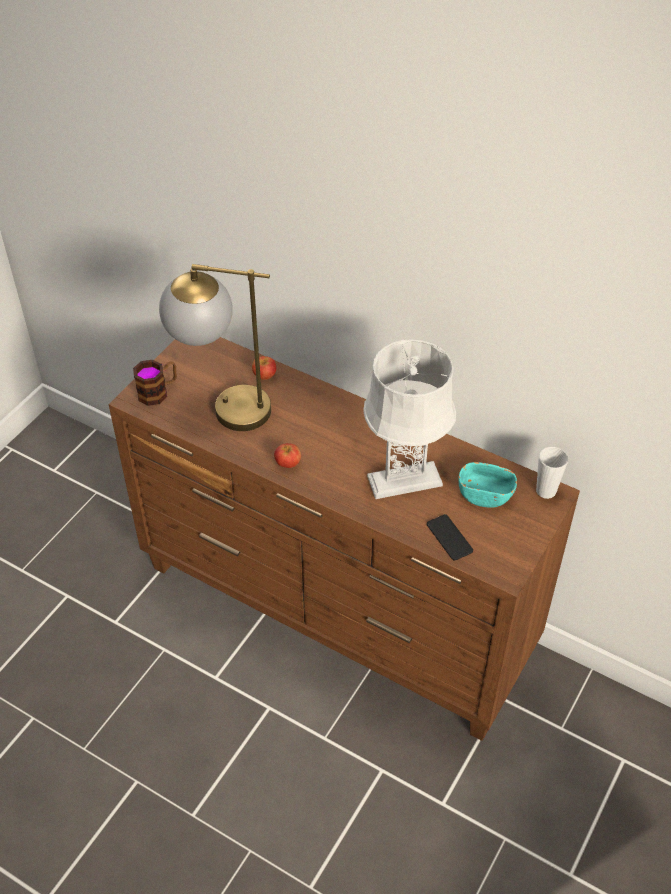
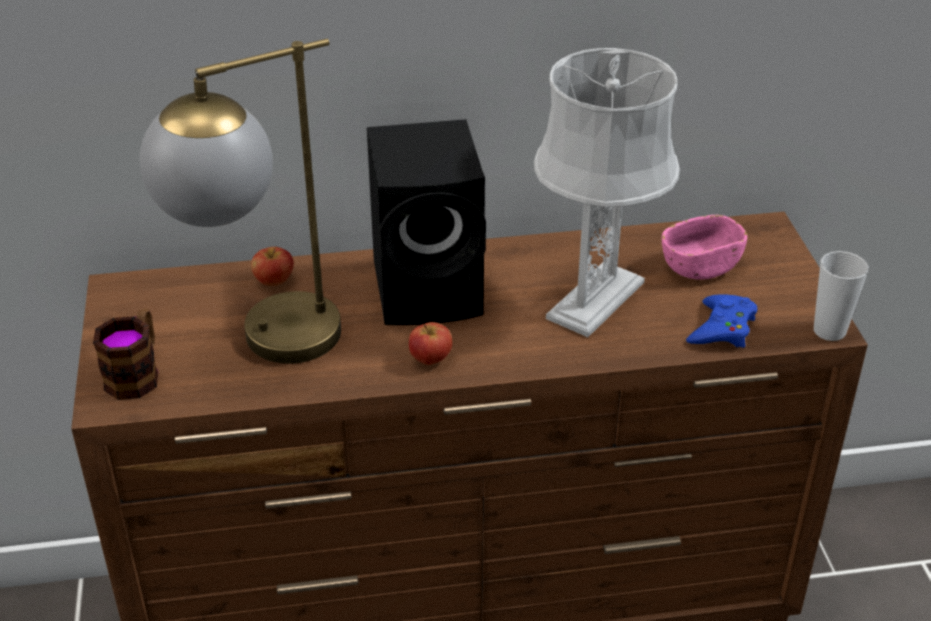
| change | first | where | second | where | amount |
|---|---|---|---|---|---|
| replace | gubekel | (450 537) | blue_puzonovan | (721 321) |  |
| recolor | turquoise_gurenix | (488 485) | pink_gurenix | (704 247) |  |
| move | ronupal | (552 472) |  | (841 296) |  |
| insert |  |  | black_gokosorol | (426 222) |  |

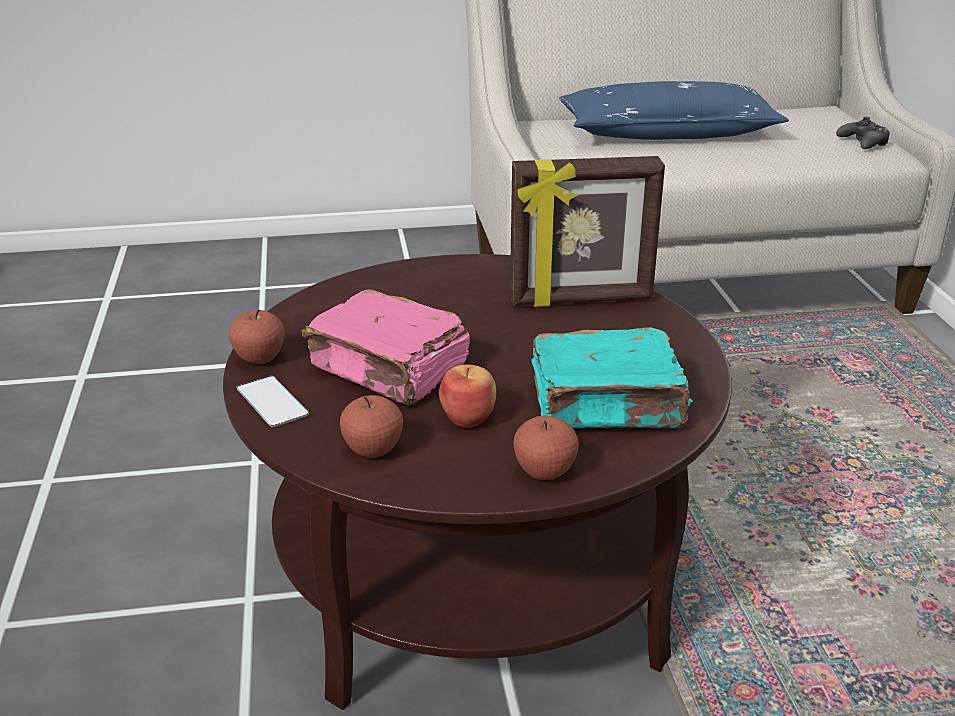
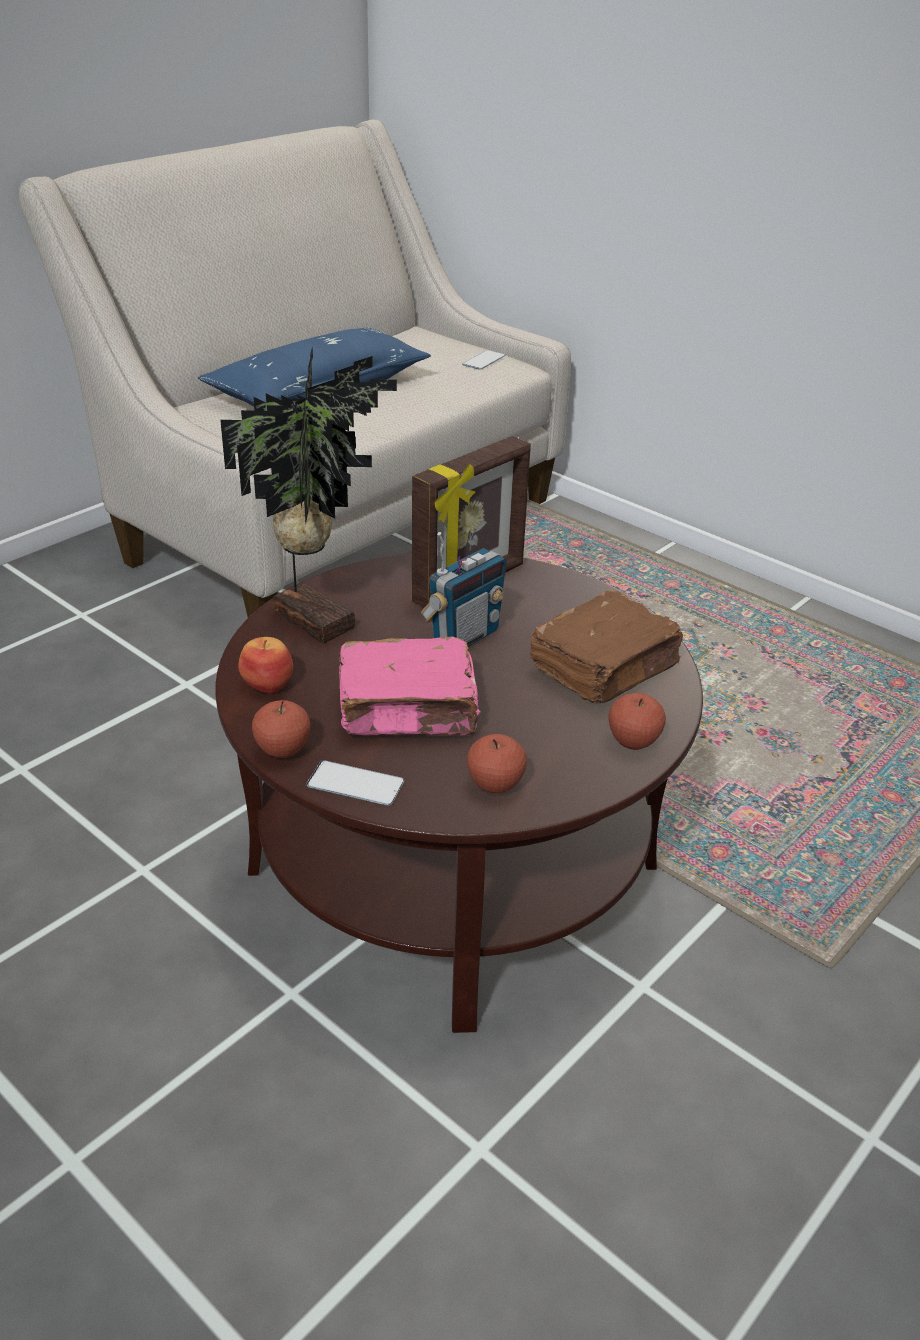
| change | first | where | second | where | amount |
|---|---|---|---|---|---|
| move | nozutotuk | (467 396) |  | (265 665) |  |
| recolor | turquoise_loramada | (612 377) | brown_loramada | (606 647) |  |
| replace | black_puzonovan | (863 133) | gubekel | (483 360) |  |
| insert |  |  | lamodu | (308 495) |  |
| insert |  |  | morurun | (464 589) |  |

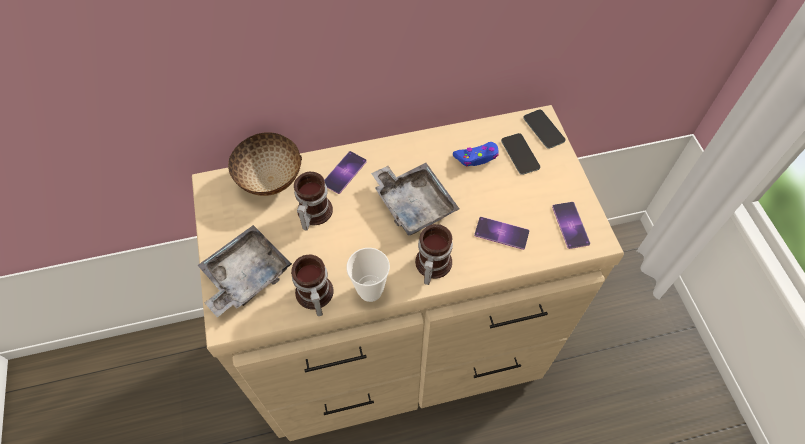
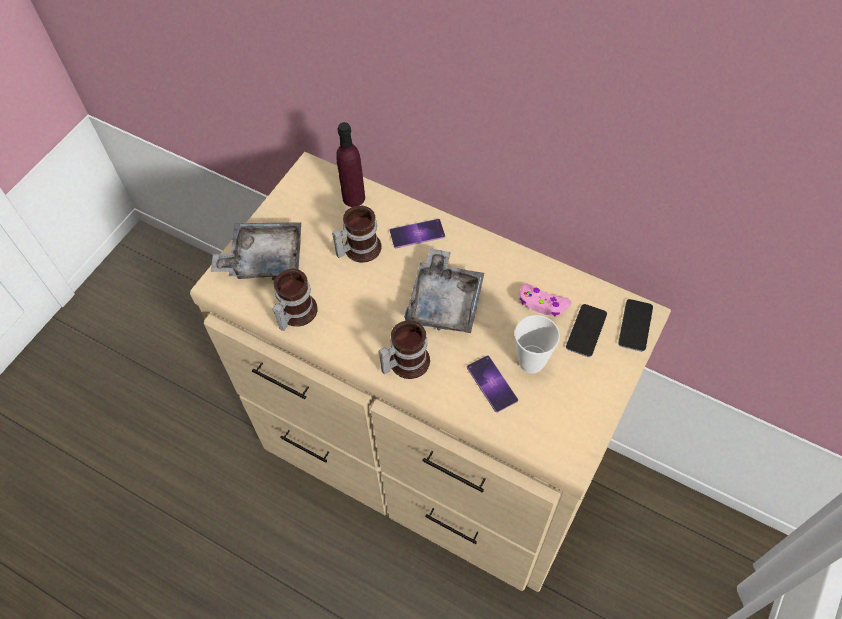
| change | first | where | second | where | amount |
|---|---|---|---|---|---|
| replace | gurenix | (265 164) | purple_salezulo | (350 164) |  |
| move | ronupal | (368 275) |  | (537 344) |  |
| recolor | blue_puzonovan | (476 154) | pink_puzonovan | (545 300) |  |
| delete | gubekel | (571 225) |  |  |  |

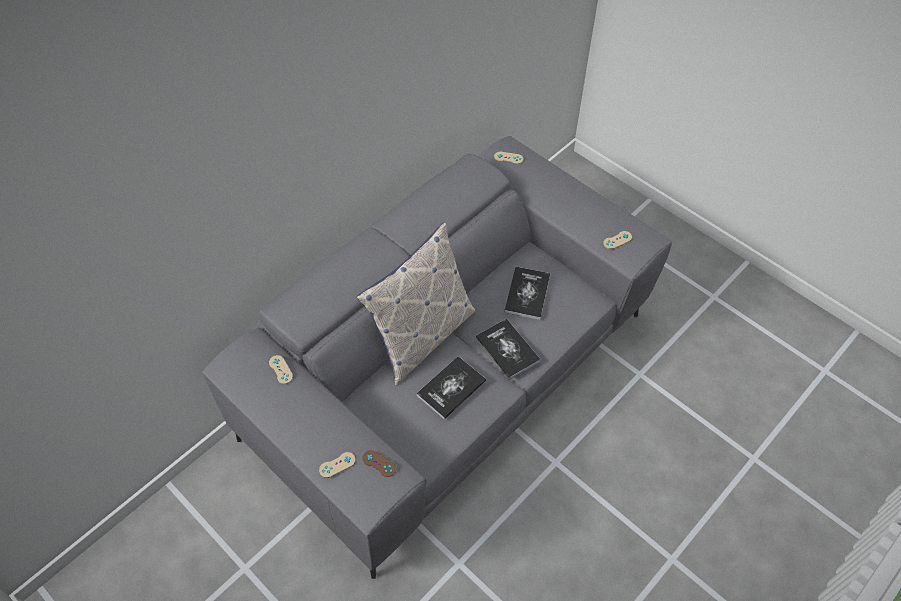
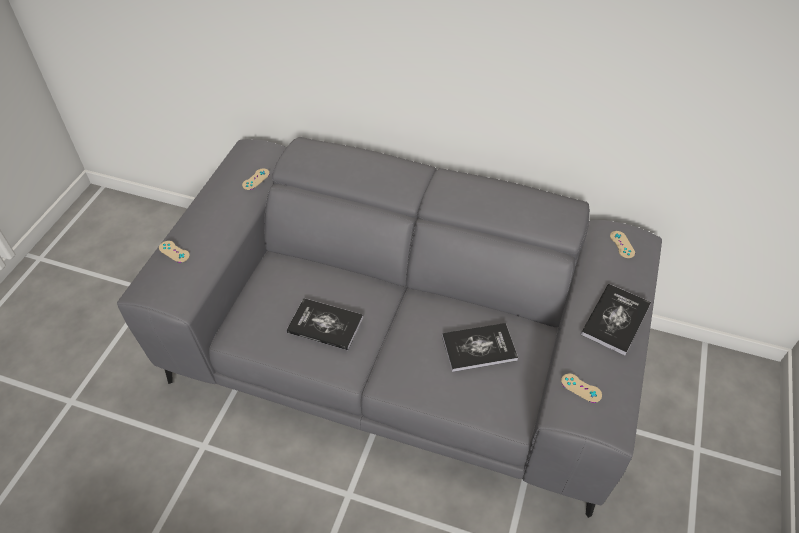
| change | first | where | second | where | amount |
|---|---|---|---|---|---|
| delete | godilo | (415 304) |  |  |  |
| delete | brown_puzonovan | (379 463) |  |  |  |
| move | loramada | (508 349) |  | (616 319) |  |

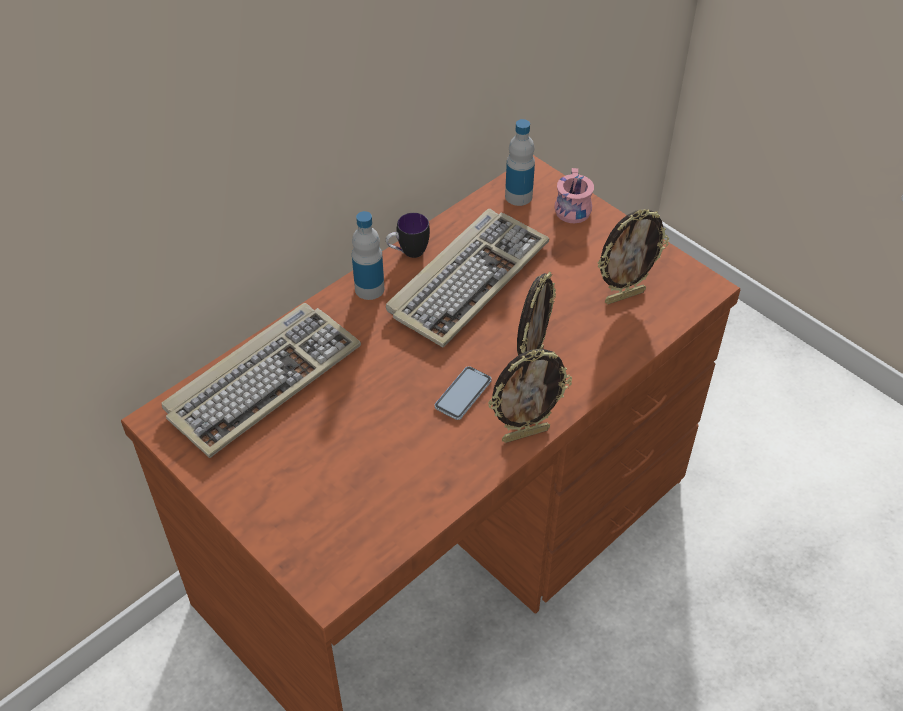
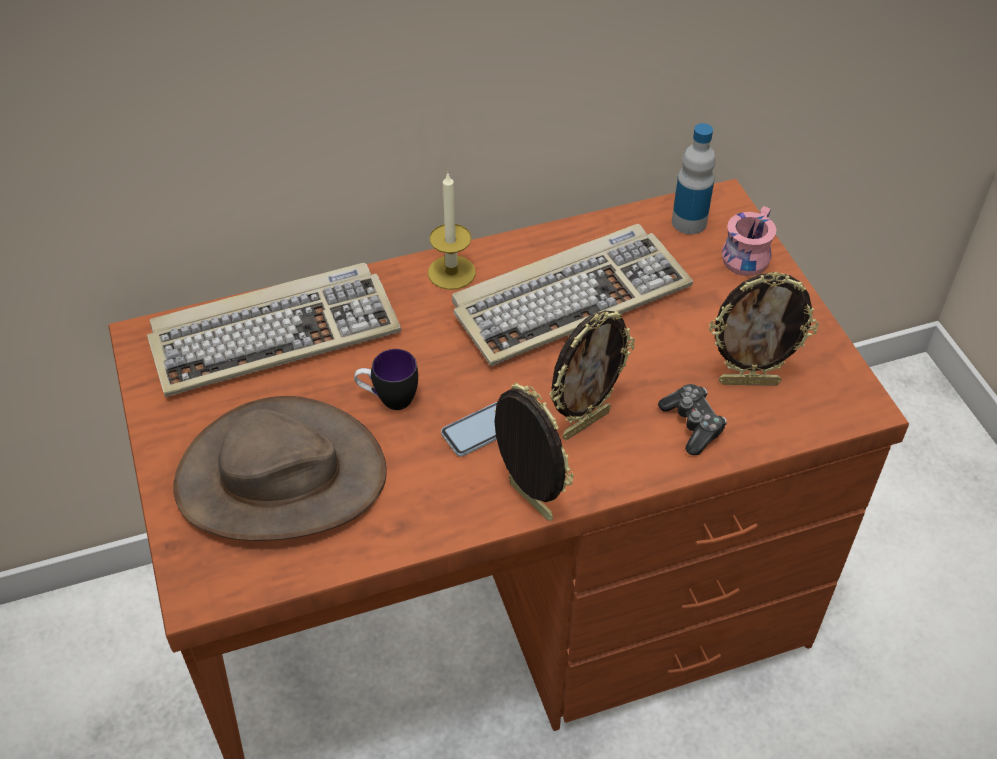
| change | first | where | second | where | amount |
|---|---|---|---|---|---|
| replace | salezulo | (368 255) | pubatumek | (452 231) |  |
| move | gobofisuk | (408 235) |  | (386 379) |  |
| rotate | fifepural | (530 396) |  | (534 451) | 135 degrees counterclockwise |
| insert |  |  | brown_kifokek | (280 468) |  |
| insert |  |  | puzonovan | (692 419) |  |

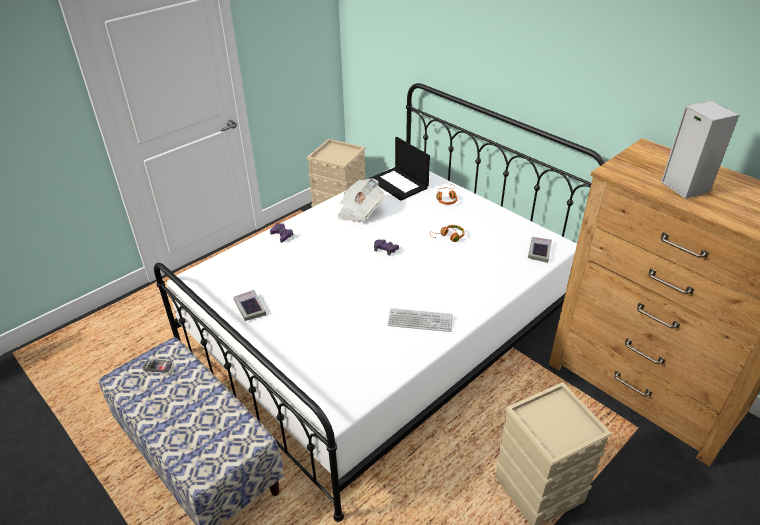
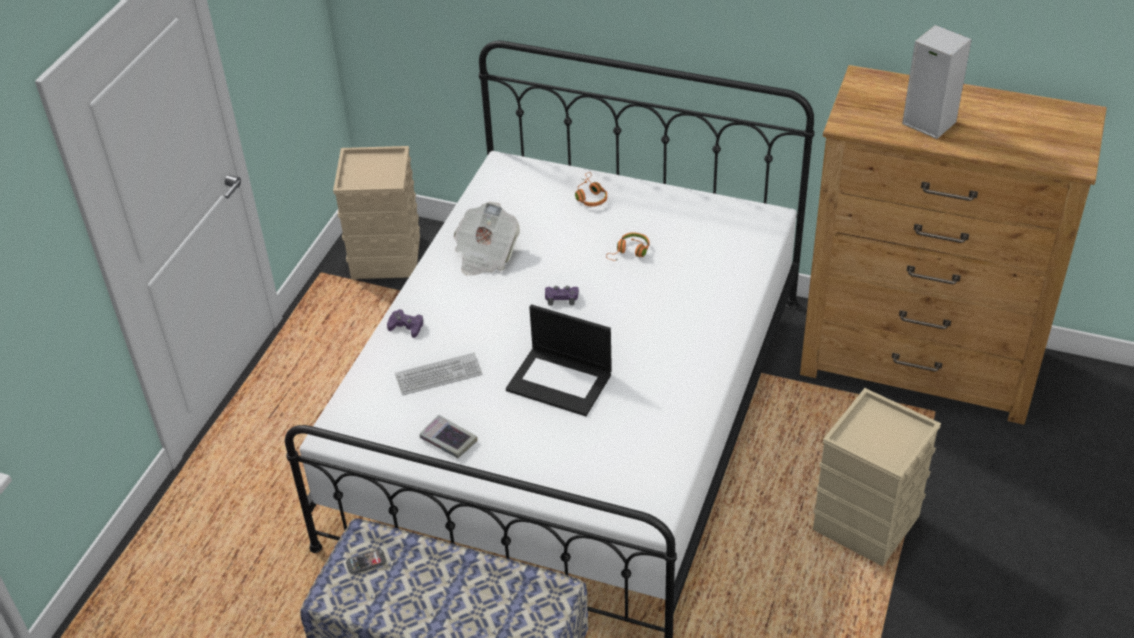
| change | first | where | second | where | amount |
|---|---|---|---|---|---|
| move | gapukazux | (399 169) |  | (559 360) |  |
| move | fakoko | (420 320) |  | (438 374) |  |
| delete | loramada | (540 250) |  |  |  |

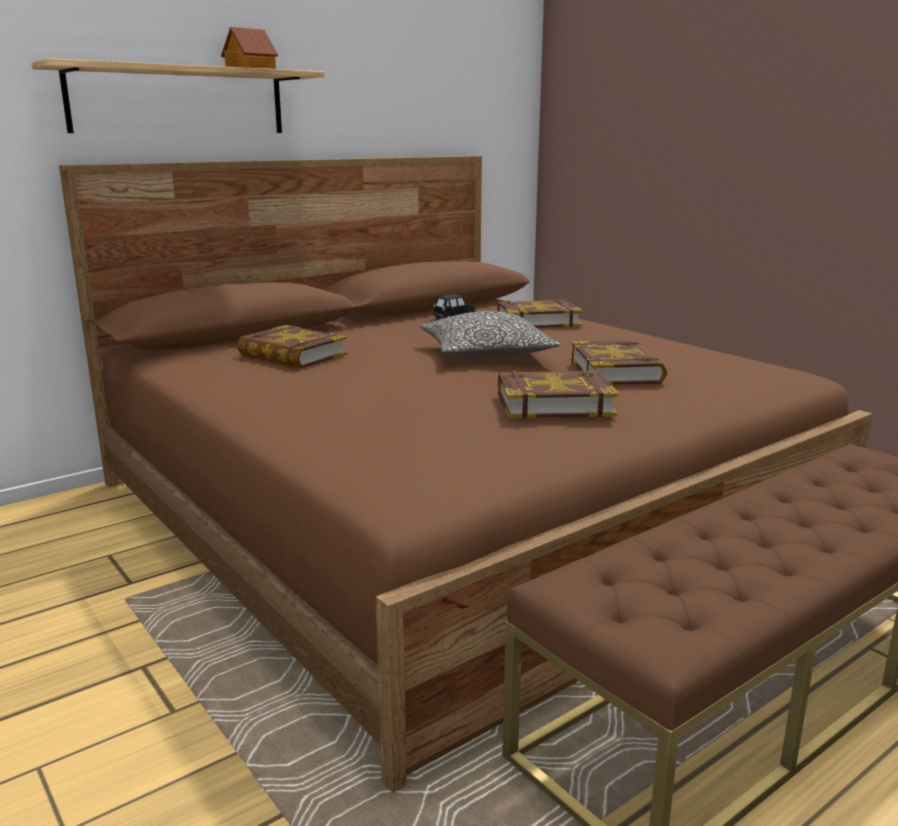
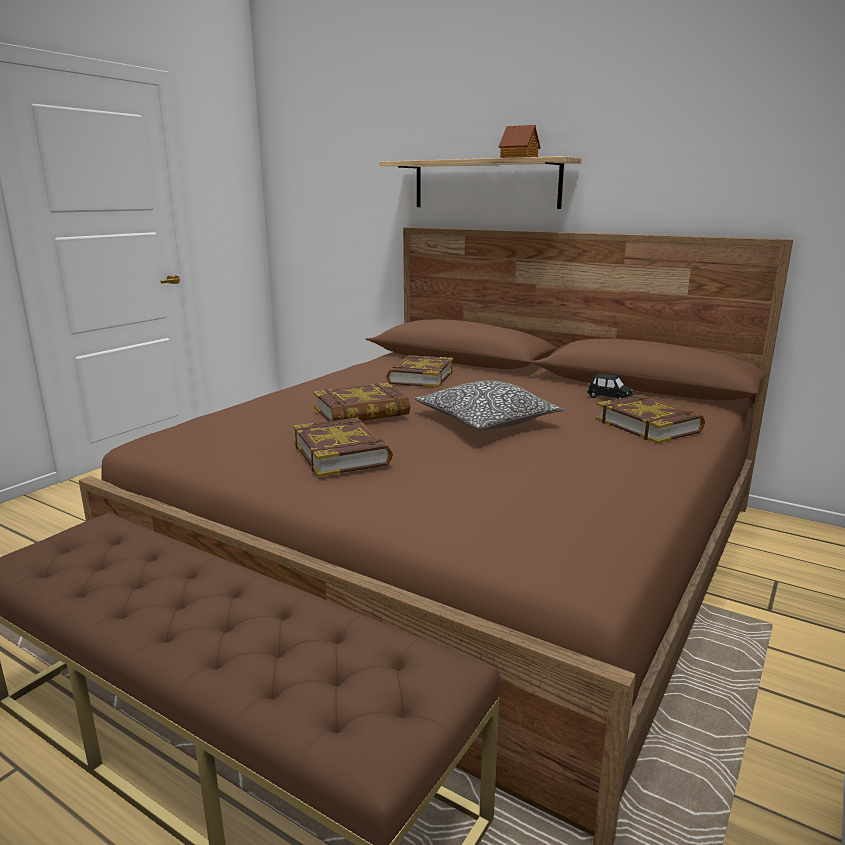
| change | first | where | second | where | amount |
|---|---|---|---|---|---|
| move | loramada | (618 363) |  | (361 402) |  |

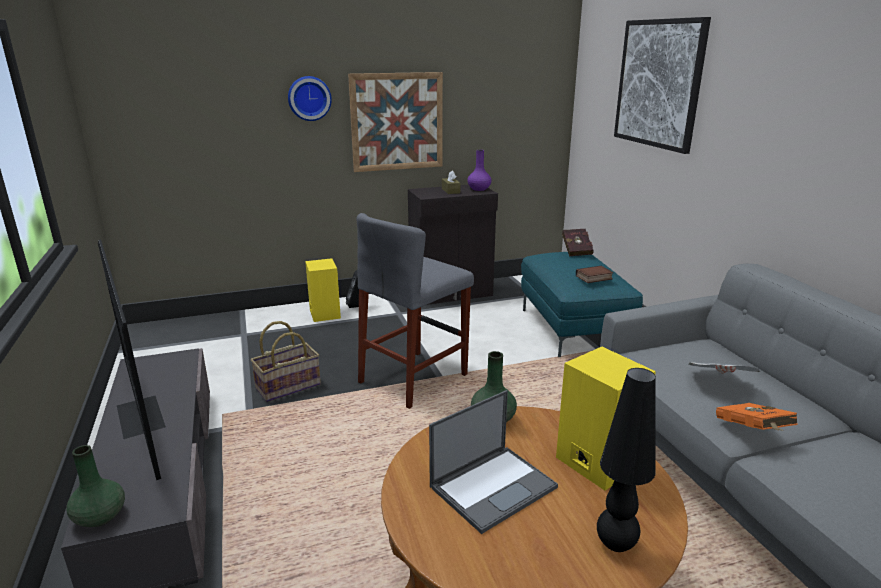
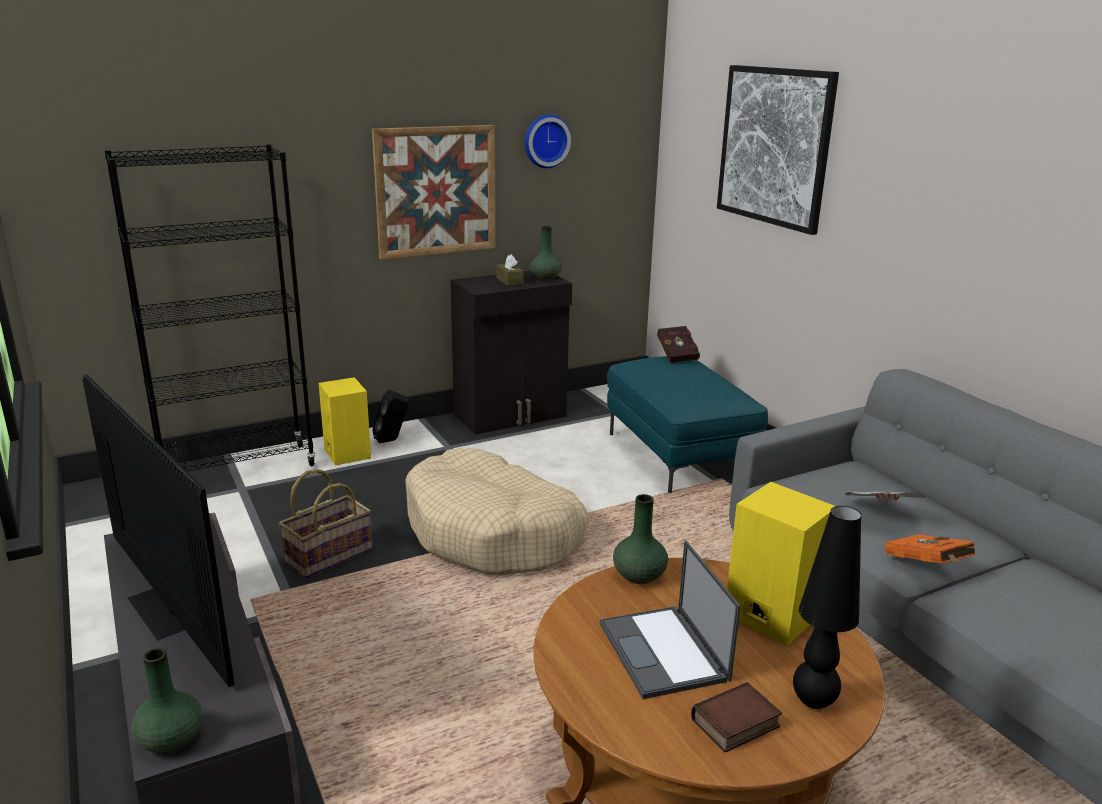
| change | first | where | second | where | amount |
|---|---|---|---|---|---|
| move | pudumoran | (310 98) |  | (548 141) |  |
| replace | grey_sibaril | (415 311) | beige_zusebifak | (496 511) |  |
| rotate | gapukazux | (493 462) |  | (670 619) | 120 degrees clockwise |
| recolor | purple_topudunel | (479 170) | green_topudunel | (546 253) |  |
| move | loramada | (595 274) |  | (736 717) |  |
| insert |  |  | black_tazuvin | (210 307) |  |

